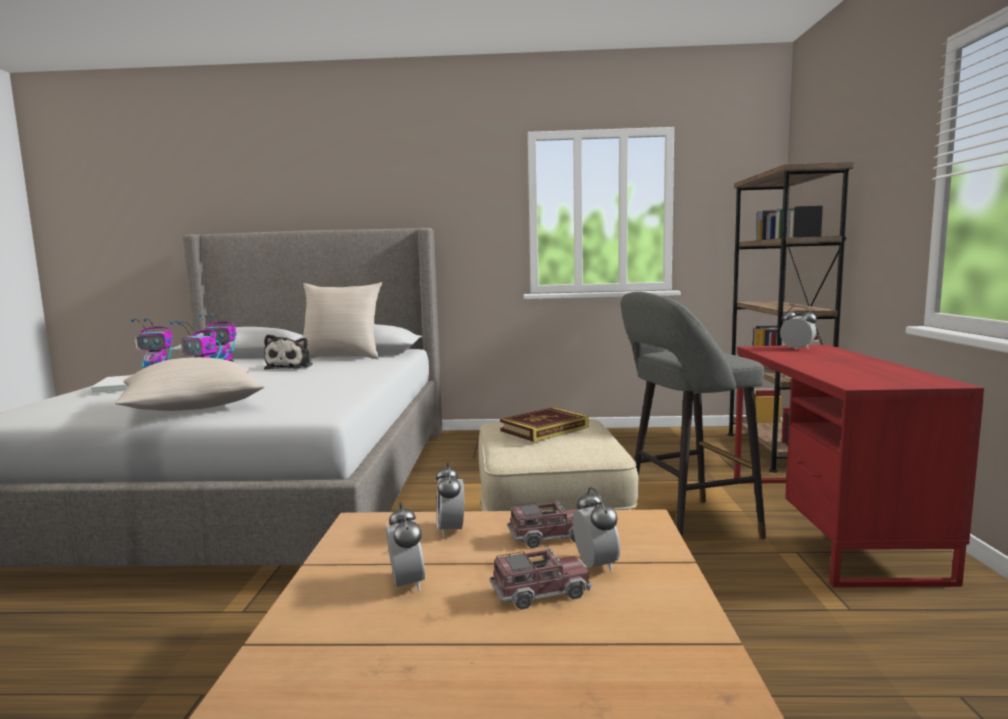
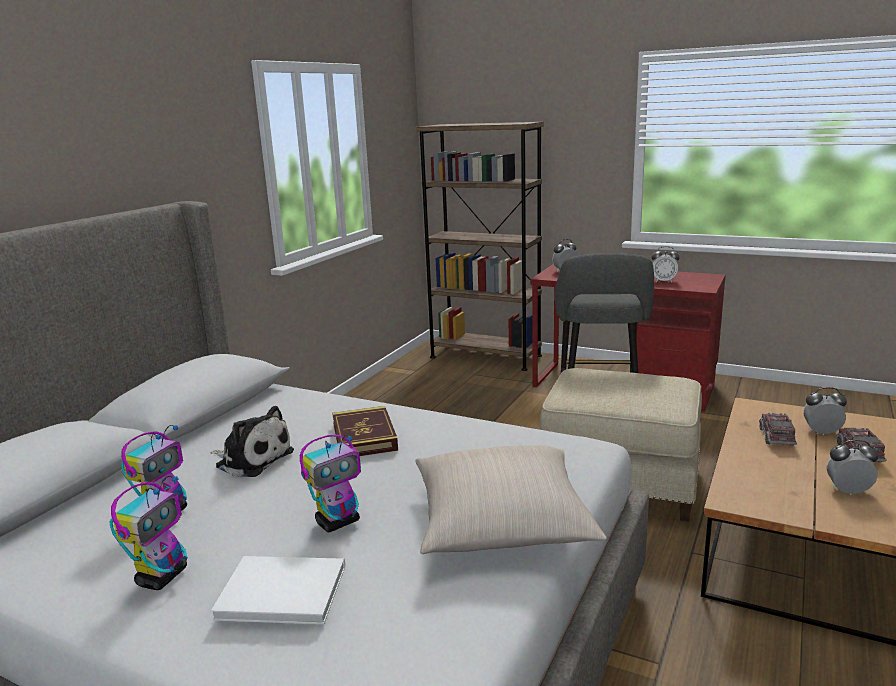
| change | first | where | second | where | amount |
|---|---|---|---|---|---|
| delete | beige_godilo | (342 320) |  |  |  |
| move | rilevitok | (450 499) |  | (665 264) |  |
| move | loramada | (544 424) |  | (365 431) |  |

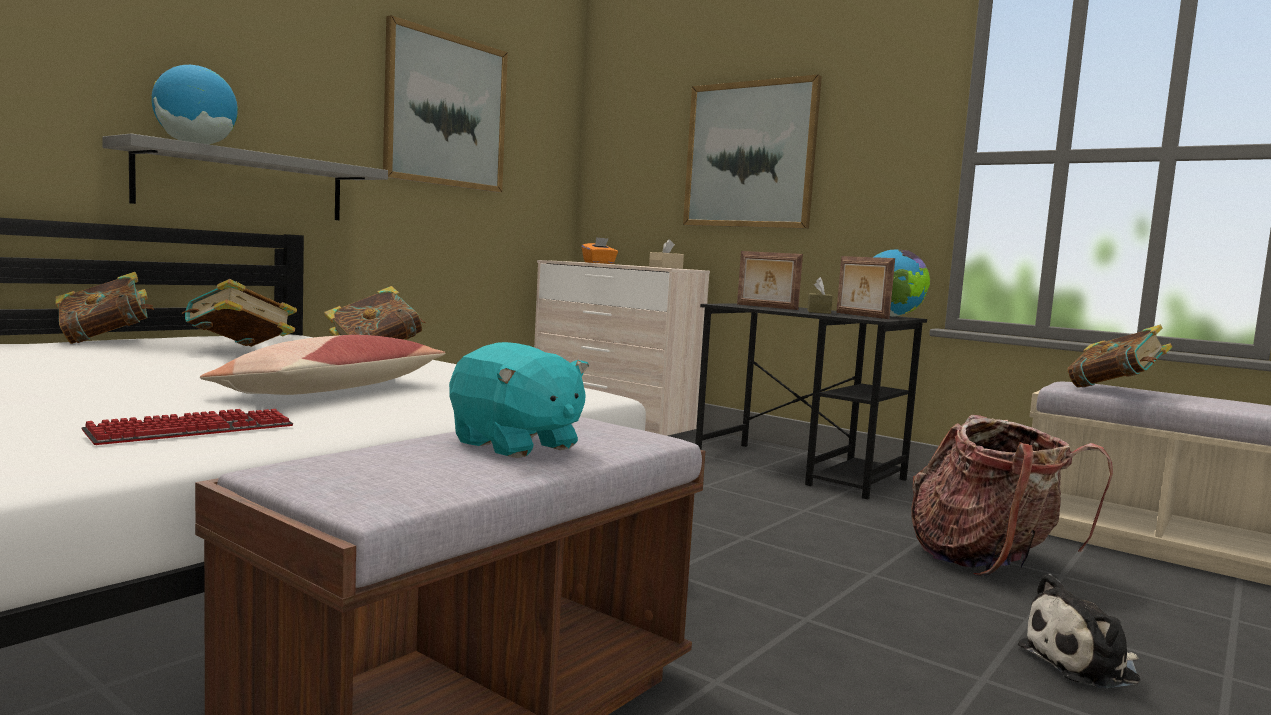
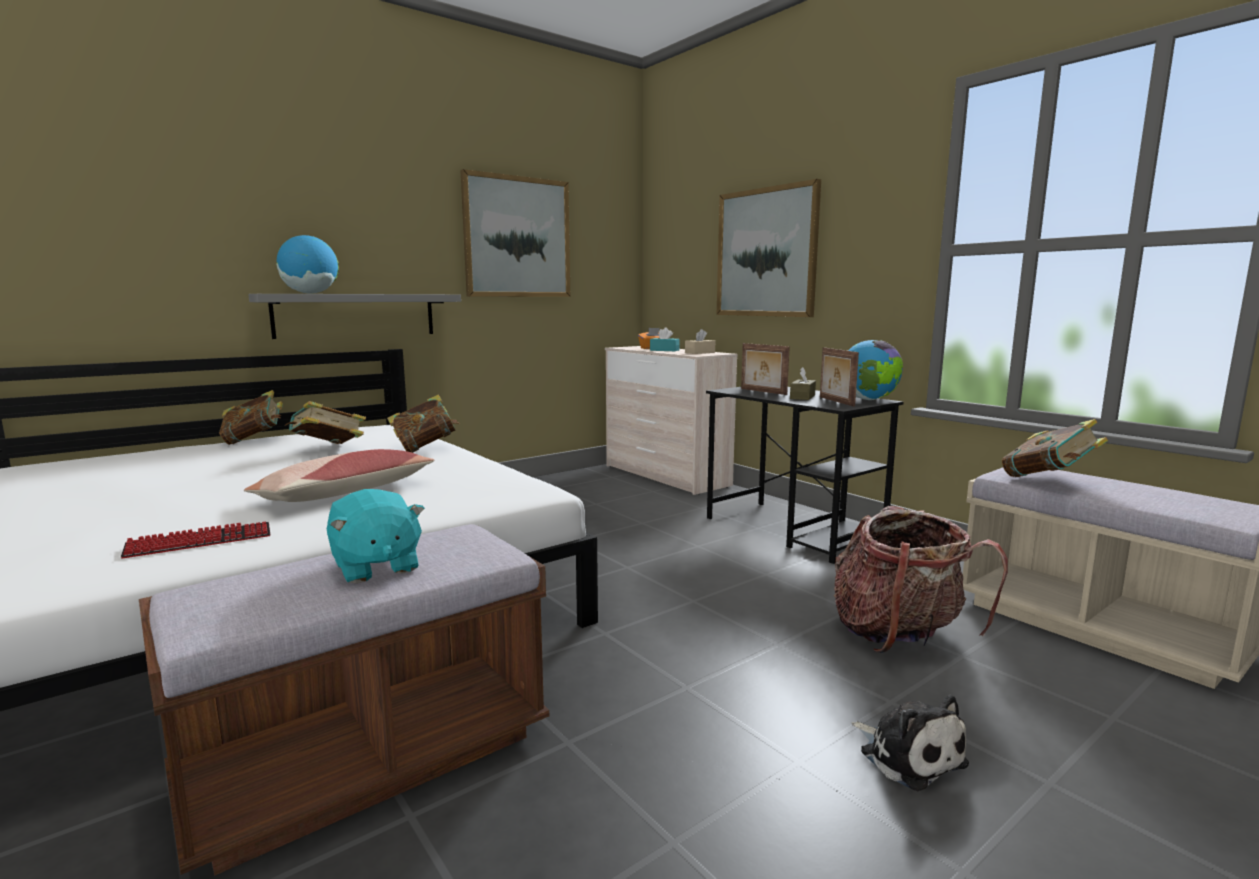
| change | first | where | second | where | amount |
|---|---|---|---|---|---|
| rotate | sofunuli | (1079 631) |  | (910 743) | 120 degrees counterclockwise |
| insert |  |  | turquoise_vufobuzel | (665 339) |  |

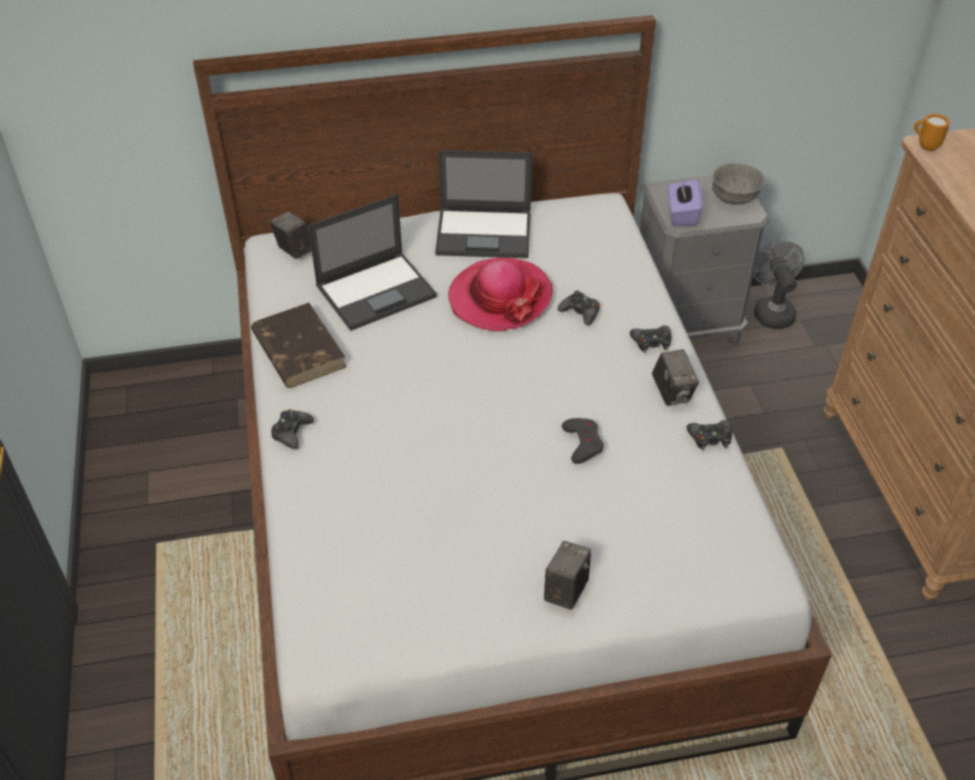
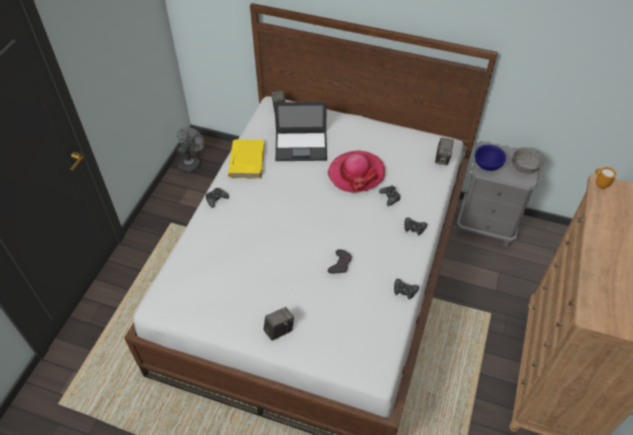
| change | first | where | second | where | amount |
|---|---|---|---|---|---|
| recolor | brown_loramada | (298 345) | yellow_loramada | (246 159) |  |
| delete | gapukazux | (484 204) |  |  |  |
| move | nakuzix | (675 377) |  | (444 151) |  |
| replace | purple_vufobuzel | (685 202) | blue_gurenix | (490 158) |  |
| move | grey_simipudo | (779 285) |  | (190 150) |  |

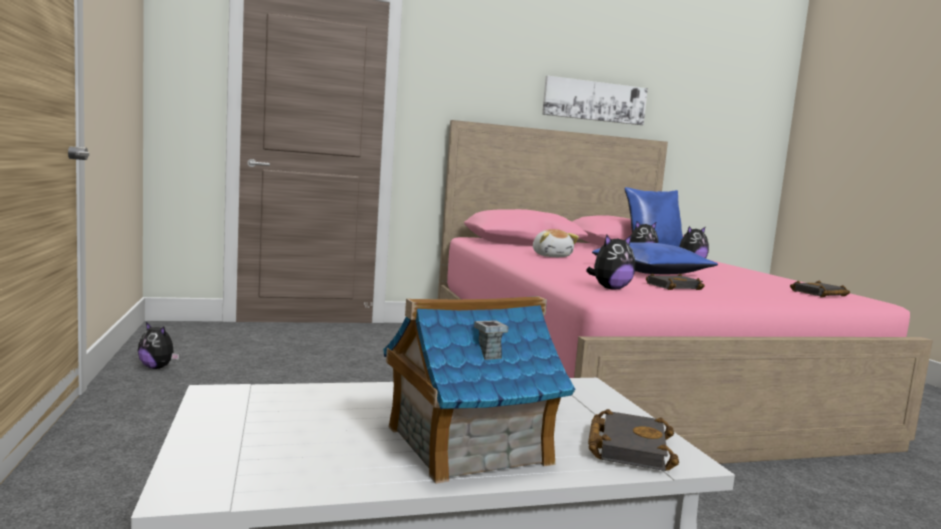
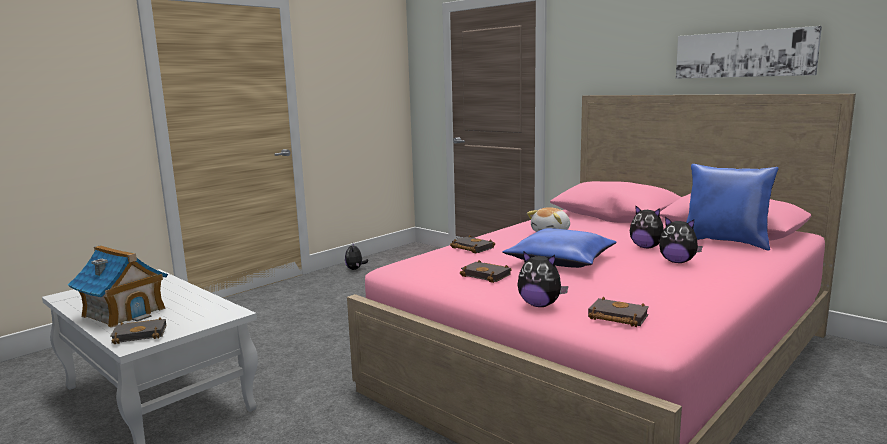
| change | first | where | second | where | amount |
|---|---|---|---|---|---|
| move | sofunuli | (610 262) |  | (542 279) |  |
| insert |  |  | black_loramada | (472 244) |  |

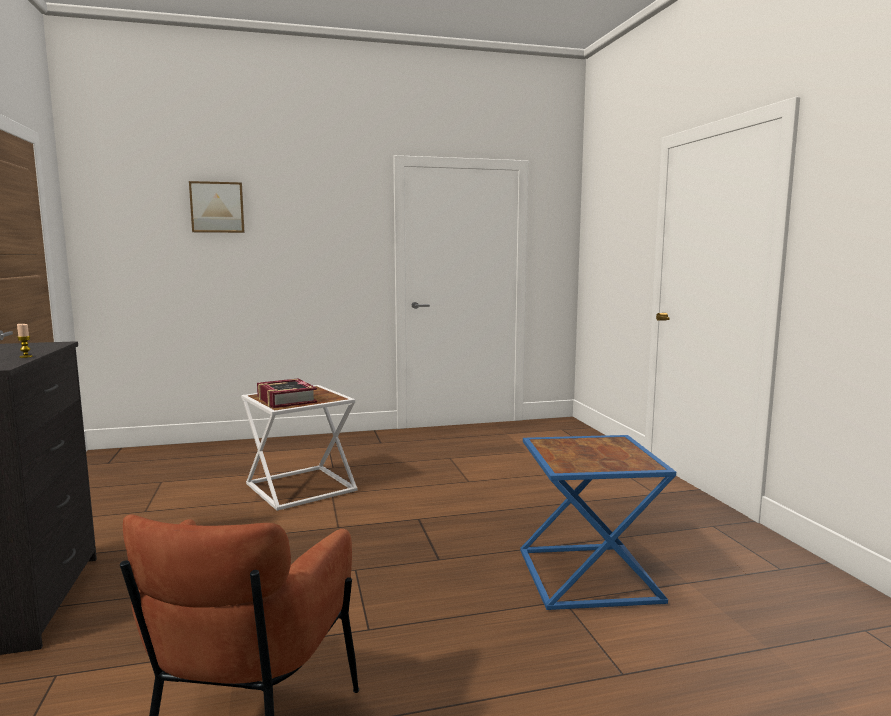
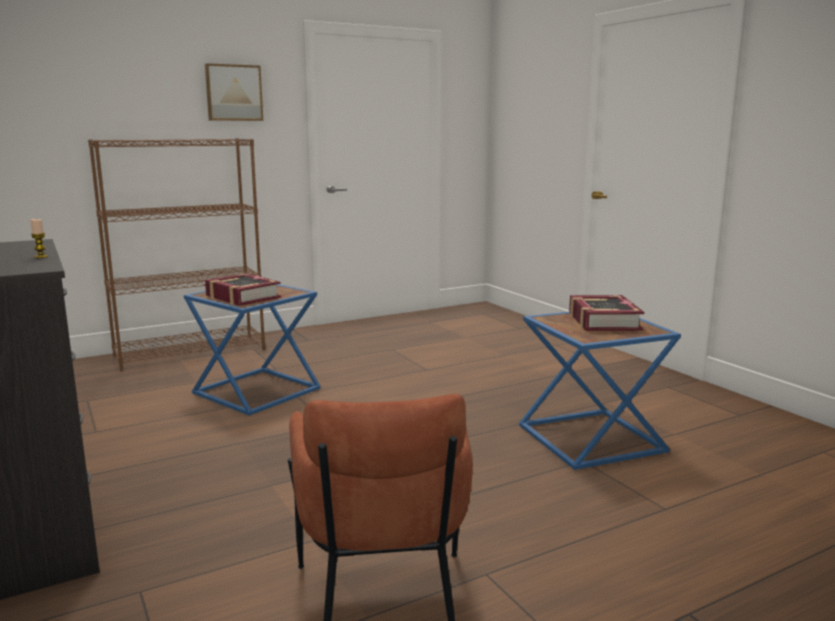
| change | first | where | second | where | amount |
|---|---|---|---|---|---|
| move | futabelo | (217 207) |  | (234 92) |  |
| recolor | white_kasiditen | (299 448) | blue_kasiditen | (252 350) |  |
| insert |  |  | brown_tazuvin | (176 254) |  |
| insert |  |  | loramada | (606 313) |  |

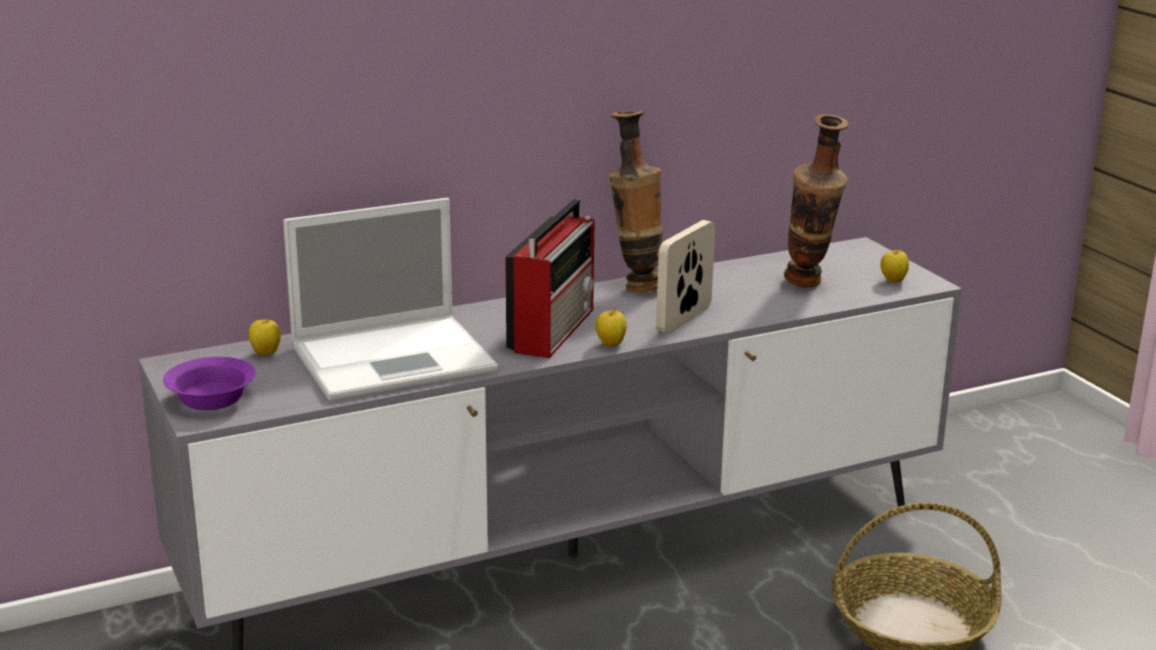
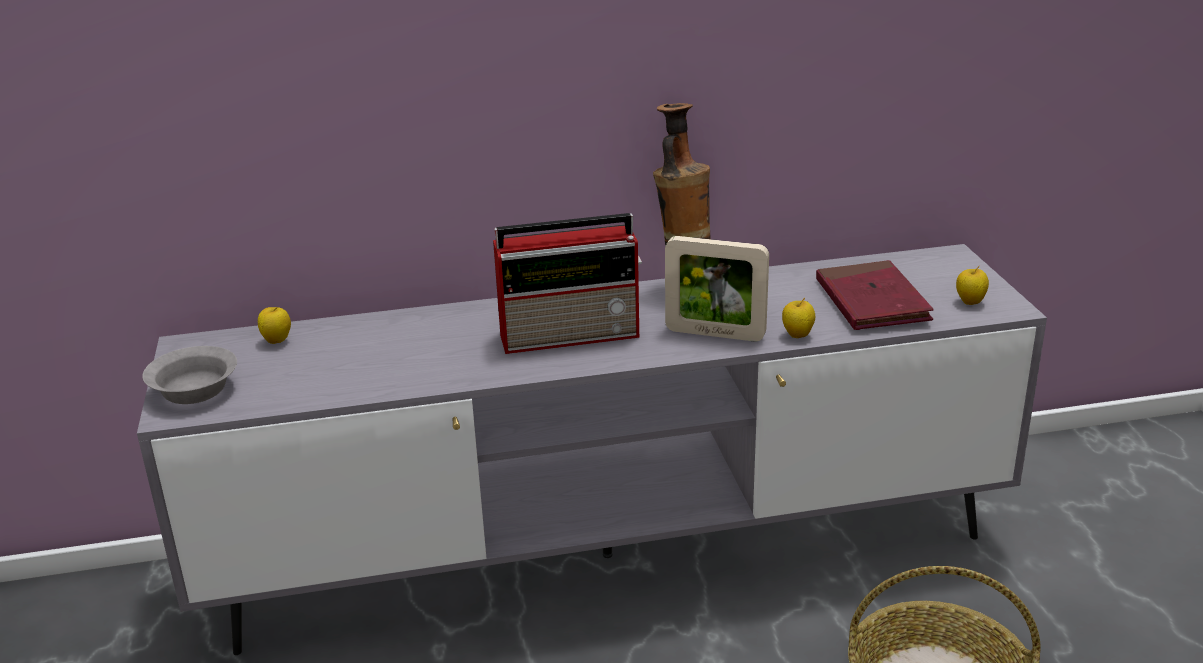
| change | first | where | second | where | amount |
|---|---|---|---|---|---|
| recolor | purple_gurenix | (209 383) | grey_gurenix | (189 375) |  |
| delete | gapukazux | (390 299) |  |  |  |
| rotate | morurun | (550 278) |  | (567 283) | 45 degrees clockwise |
| move | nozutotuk | (611 327) |  | (798 318) |  |
| rotate | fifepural | (685 276) |  | (717 288) | 120 degrees counterclockwise |
| replace | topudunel | (816 201) | red_loramada | (875 295) |  |

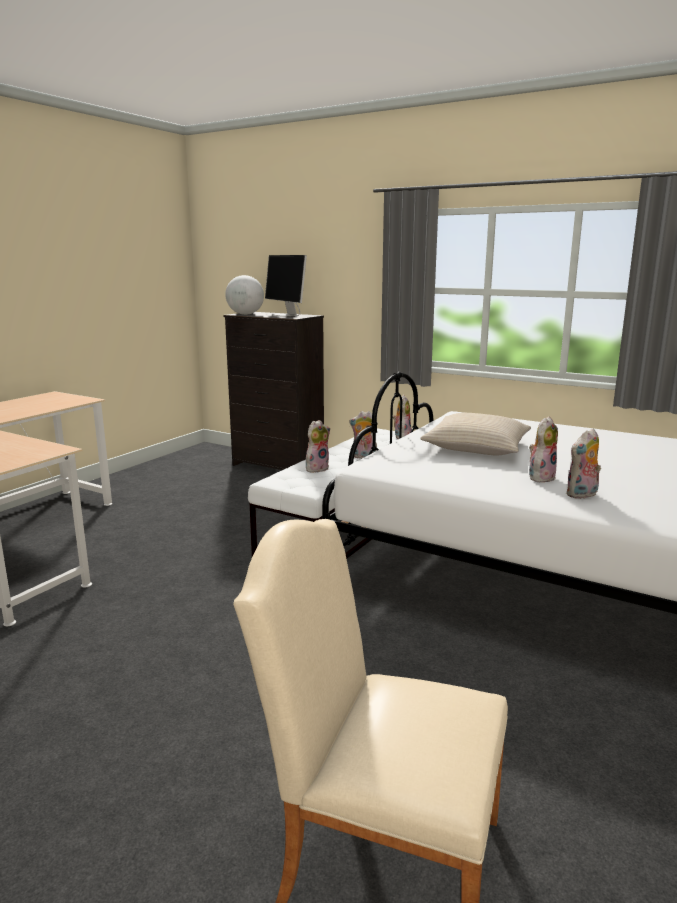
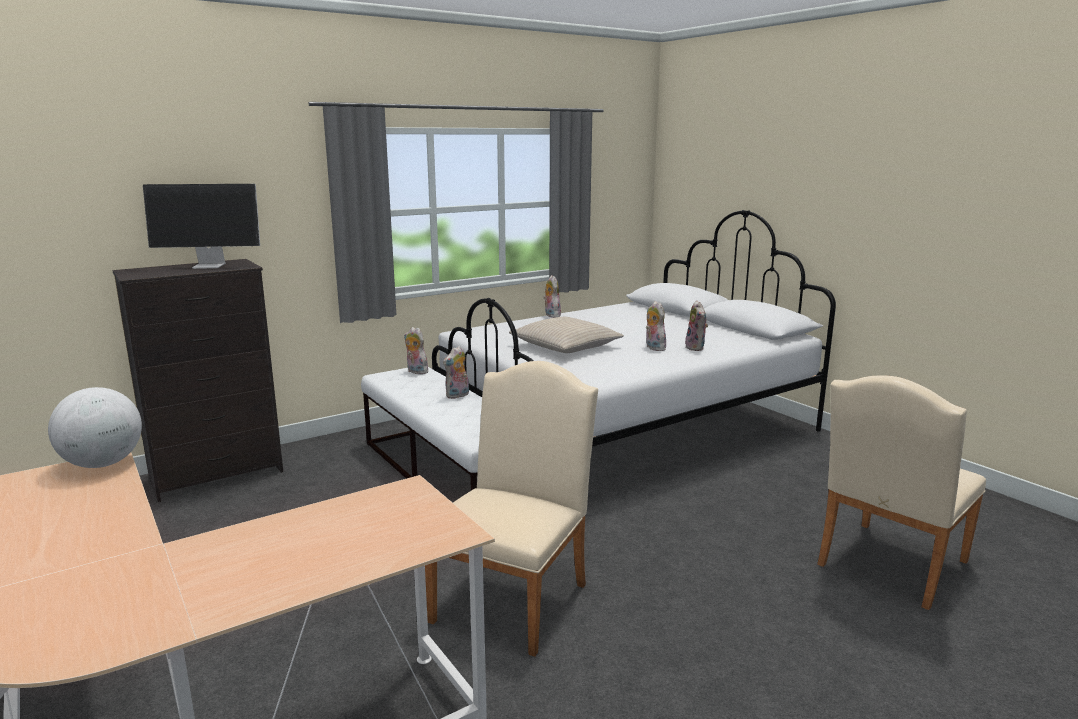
| change | first | where | second | where | amount |
|---|---|---|---|---|---|
| move | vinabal | (244 295) |  | (95 427) |  |
| move | sofunuli | (318 446) |  | (552 296) |  |
| insert |  |  | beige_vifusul | (511 509) |  |

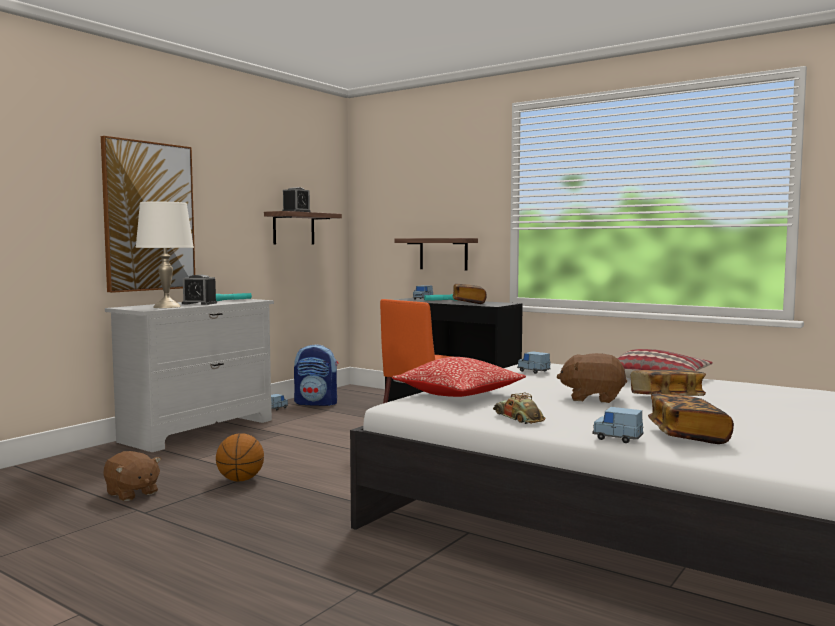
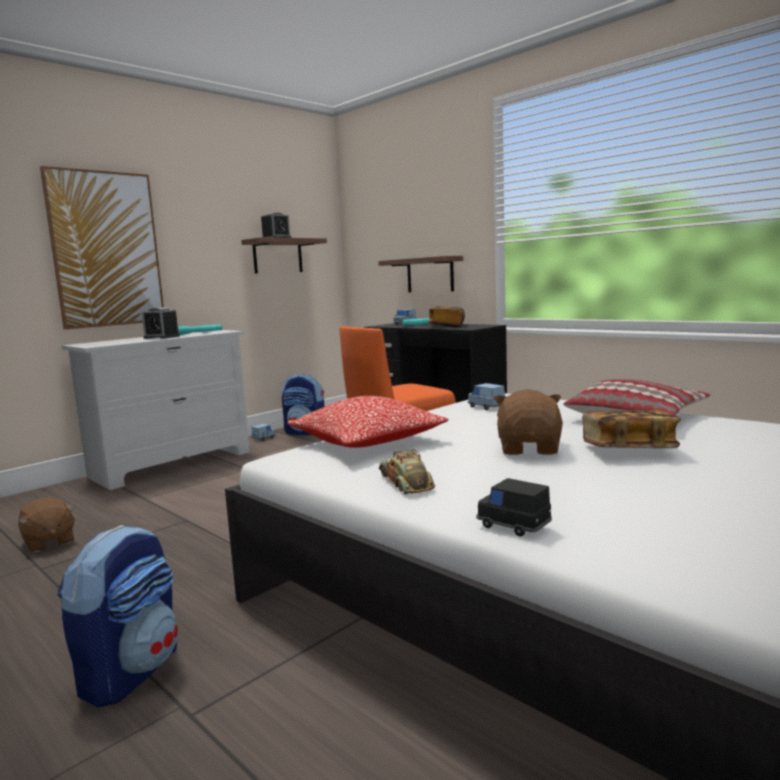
| change | first | where | second | where | amount |
|---|---|---|---|---|---|
| delete | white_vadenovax | (164 254) |  |  |  |
| delete | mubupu | (240 457) |  |  |  |
| rotate | brown_sofunuli | (592 378) |  | (528 422) | 75 degrees clockwise |
| recolor | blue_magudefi | (617 425) | black_magudefi | (514 507) |  |
| delete | loramada | (691 419) |  |  |  |
| insert |  |  | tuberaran | (118 616) |  |

